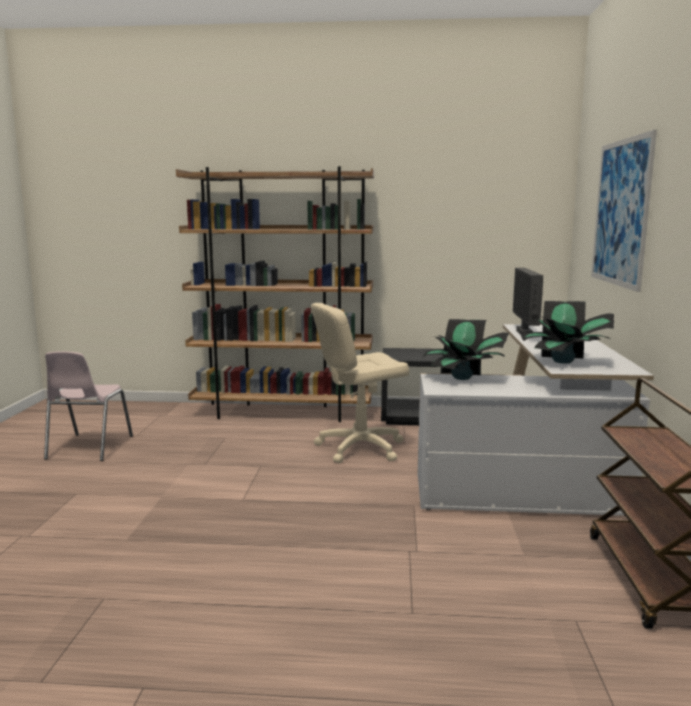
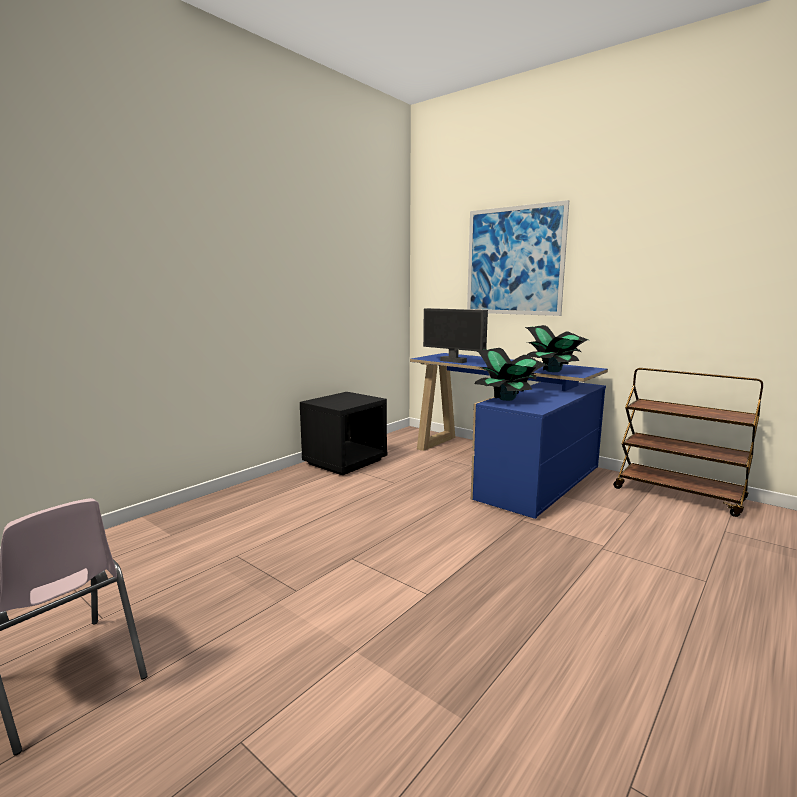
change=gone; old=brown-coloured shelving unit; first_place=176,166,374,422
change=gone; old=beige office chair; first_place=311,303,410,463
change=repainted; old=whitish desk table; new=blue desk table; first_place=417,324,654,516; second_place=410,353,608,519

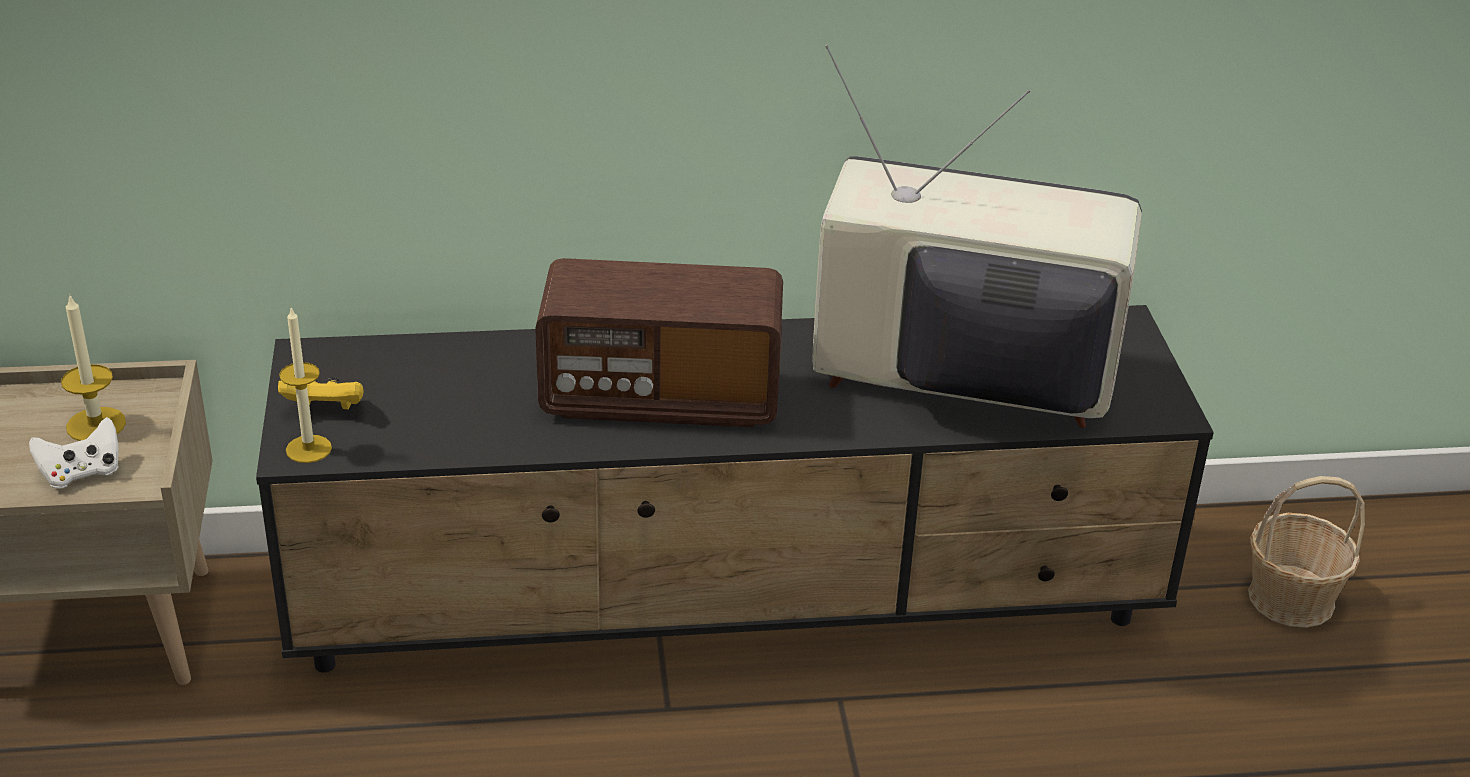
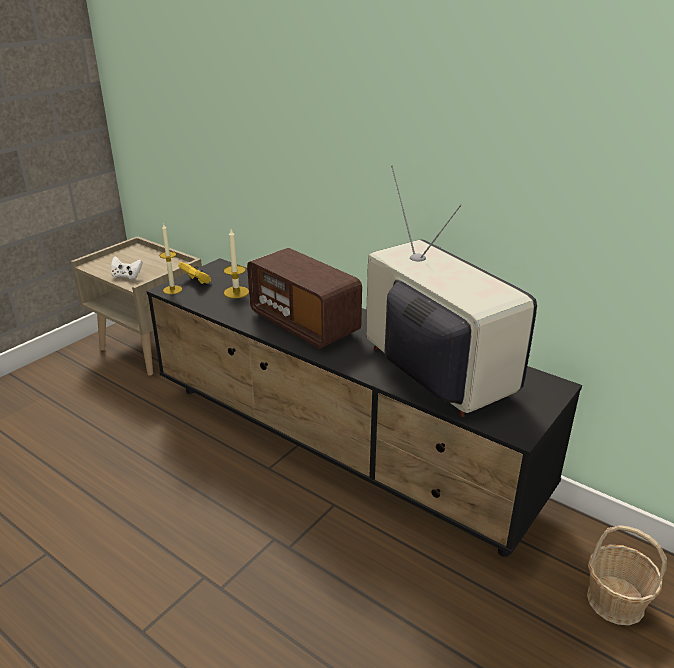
change=shifted; old=candle; first_place=61,293,126,441; second_place=224,229,249,298

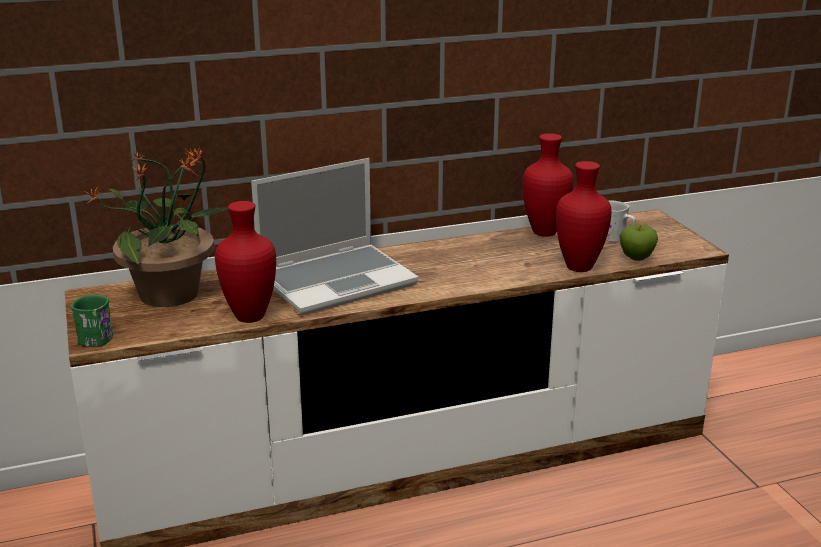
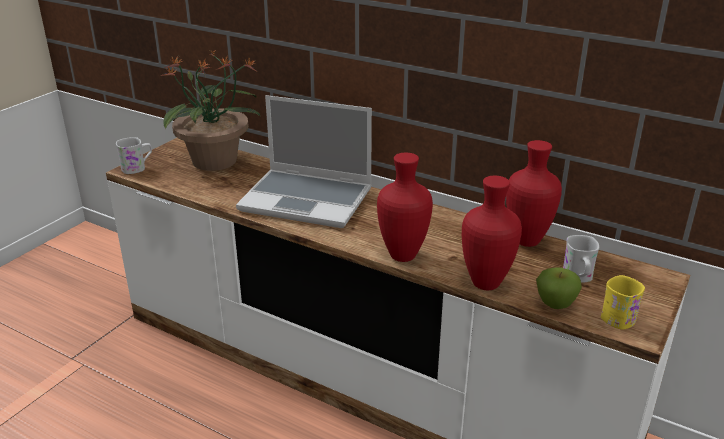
change=new; new=yellow-coloured mug; second_place=601,275,645,330
change=shifted; old=red decorative vase; first_place=215,201,276,323; second_place=377,153,433,262
change=repainted; old=greenish mug; new=whitish mug; first_place=71,295,113,347; second_place=116,137,152,174

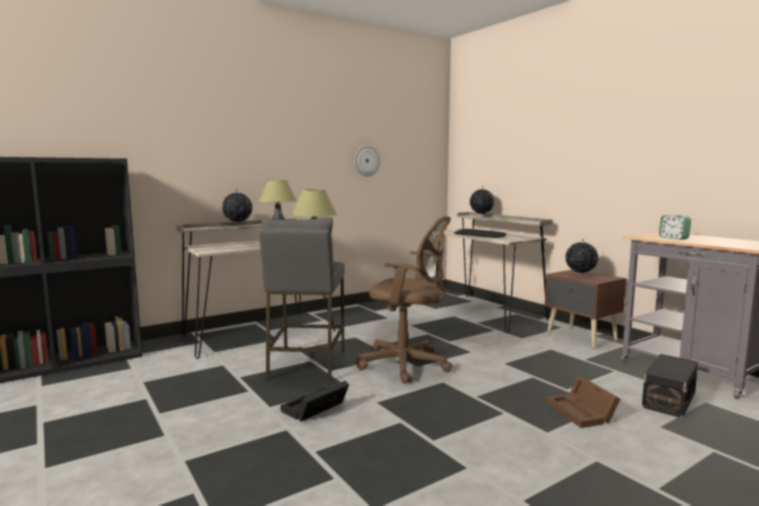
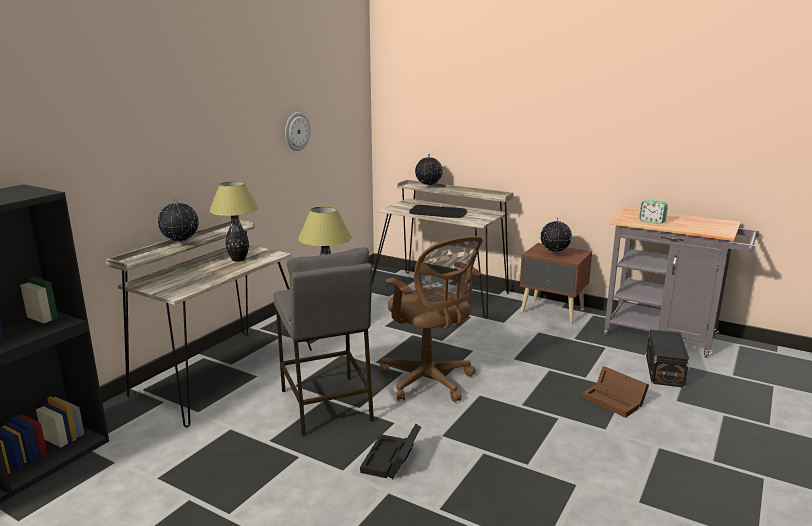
change=rotated; old=brown-coloured office chair; first_place=356,216,453,384; second_place=380,236,483,402; degrees=60

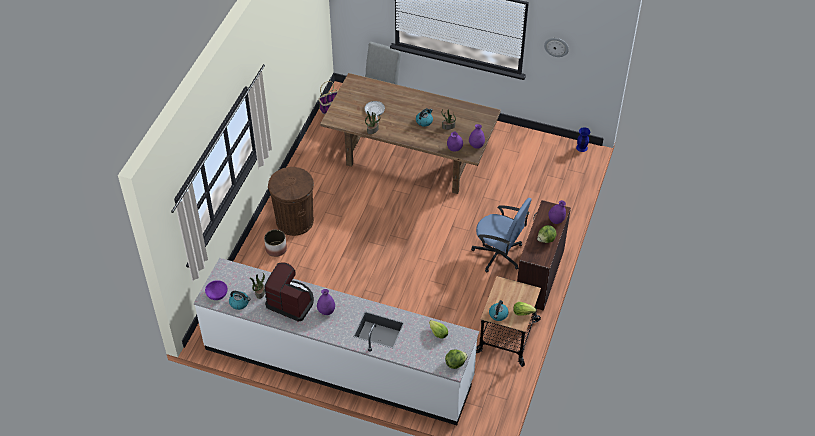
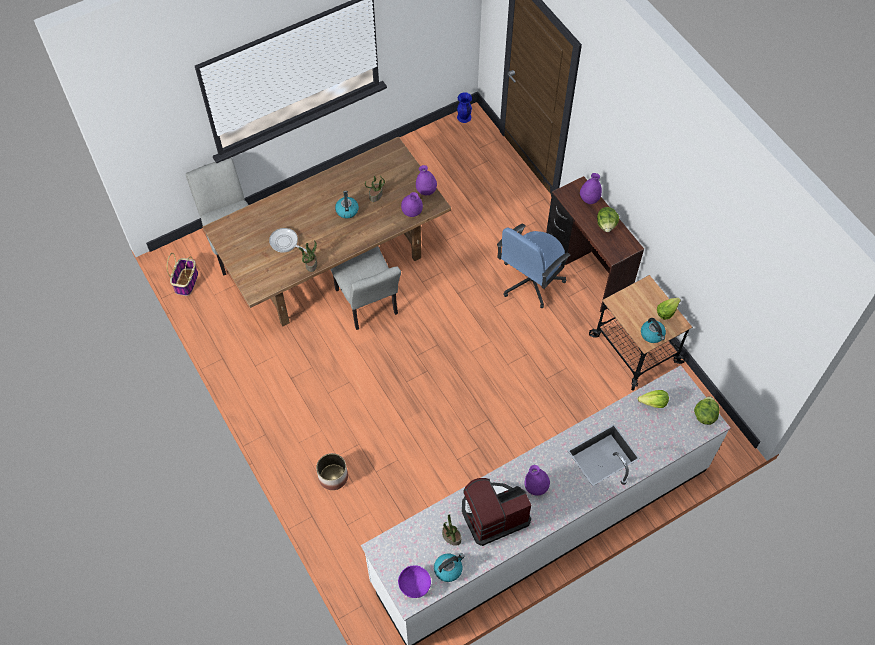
change=gone; old=brown-coloured rubbish bin; first_place=268,167,314,236
change=gone; old=clock on the wall; first_place=544,38,569,57
change=new; new=greyish plain chair; second_place=330,246,401,330
change=rotated; old=blue office chair; first_place=471,198,531,273; second_place=497,224,571,308; degrees=150

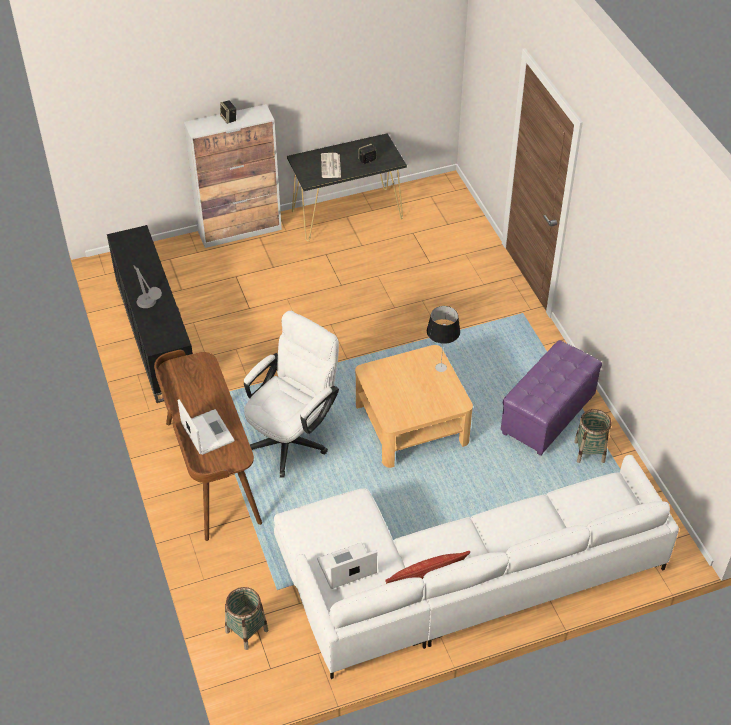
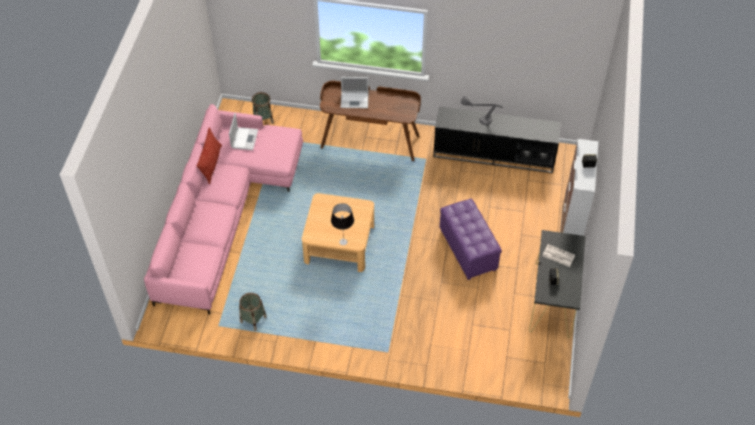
change=gone; old=whitish office chair; first_place=244,311,339,477
change=shifted; old=purplish ottoman; first_place=501,340,602,456; second_place=440,199,502,280
change=repainted; old=whitish settee; new=pink-coloured settee; first_place=274,455,679,679; second_place=144,104,303,314

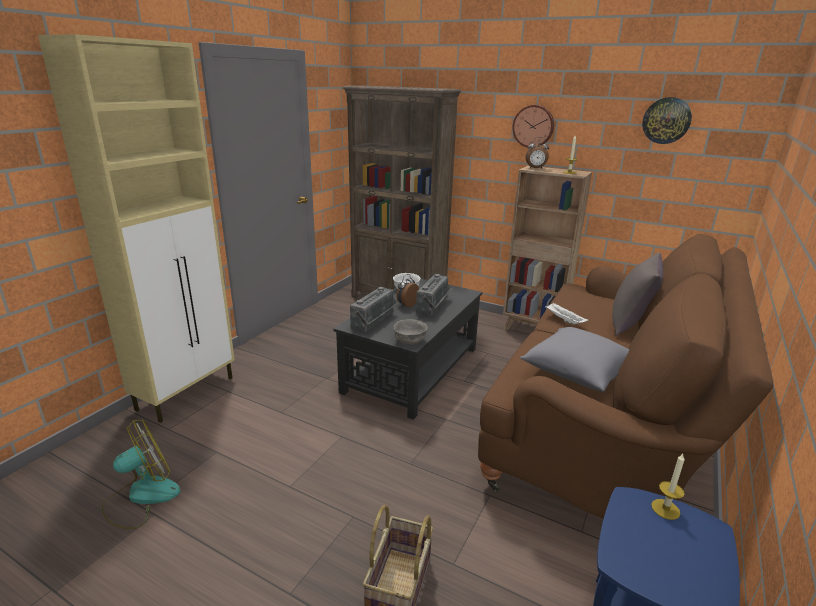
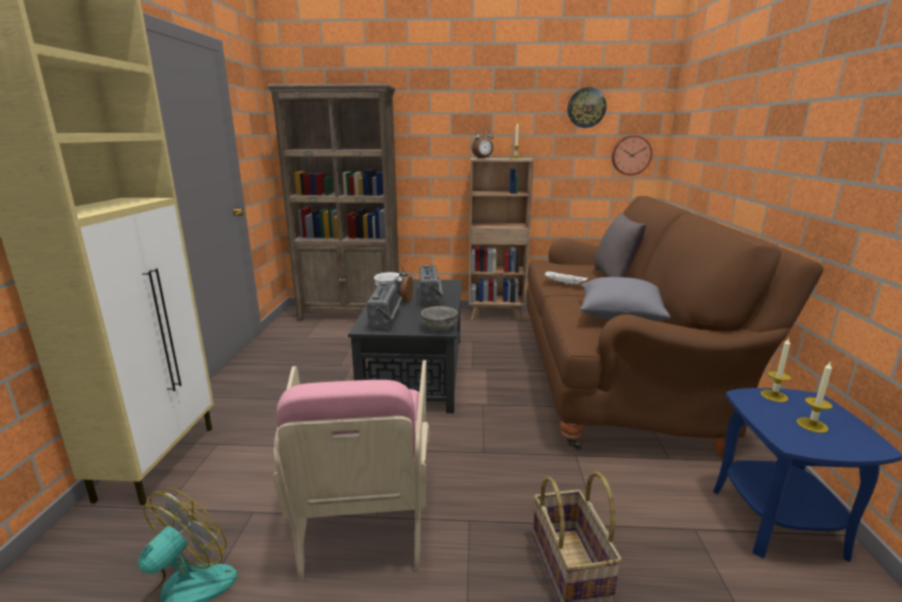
change=new; new=pink-coloured easy chair; second_place=273,360,430,581
change=new; new=candle; second_place=797,362,833,433
change=shifted; old=clock on the wall; first_place=512,105,554,148; second_place=612,135,652,175

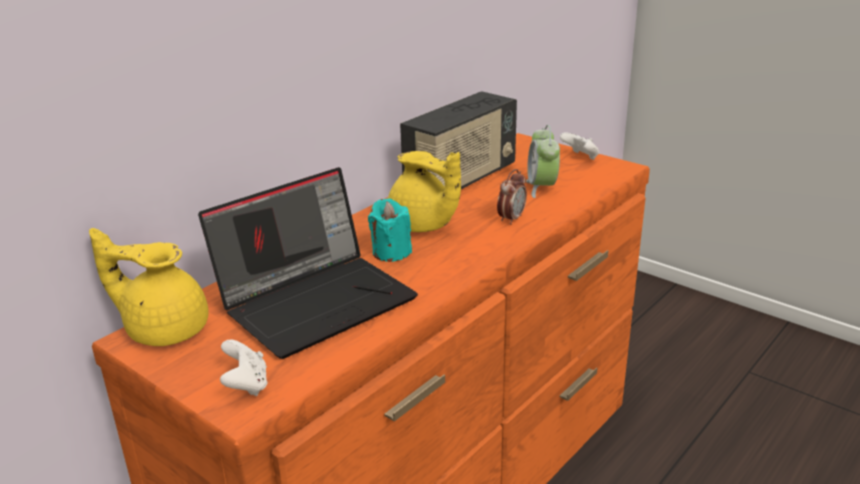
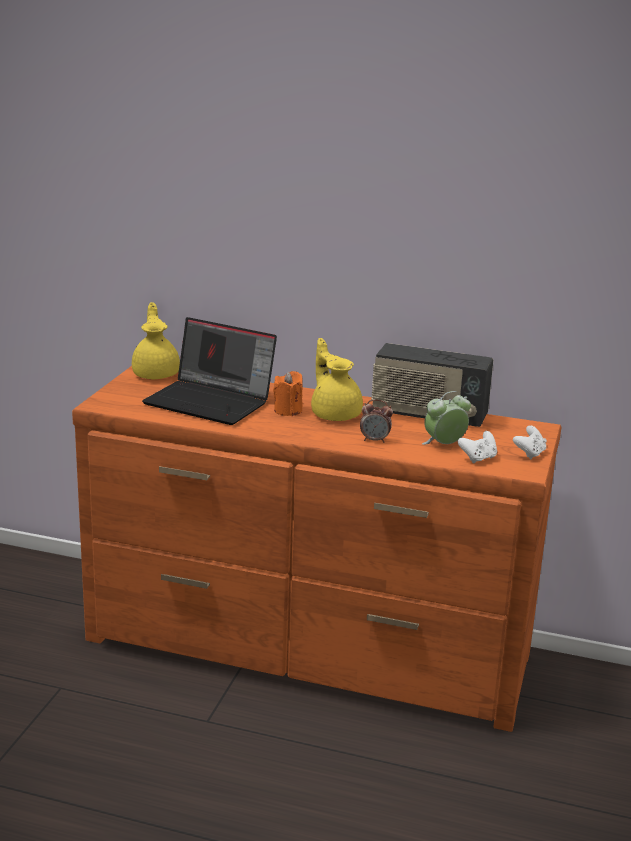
change=shifted; old=whitish gamepad; first_place=220,339,268,396; second_place=458,431,497,464
change=repainted; old=turquoise-coloured candle; new=orange-coloured candle; first_place=368,199,412,262; second_place=273,371,303,416
change=rotated; old=yellow-coloured pot for tea; first_place=388,151,461,232; second_place=311,338,363,421; degrees=135

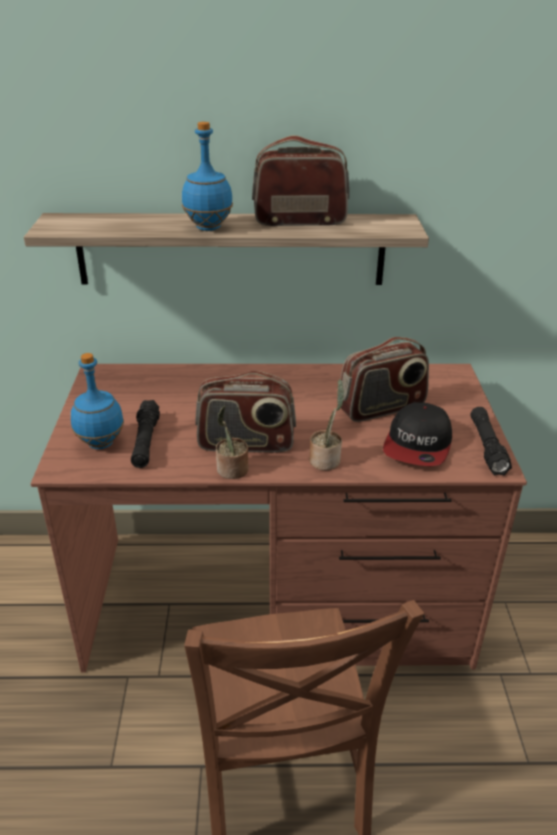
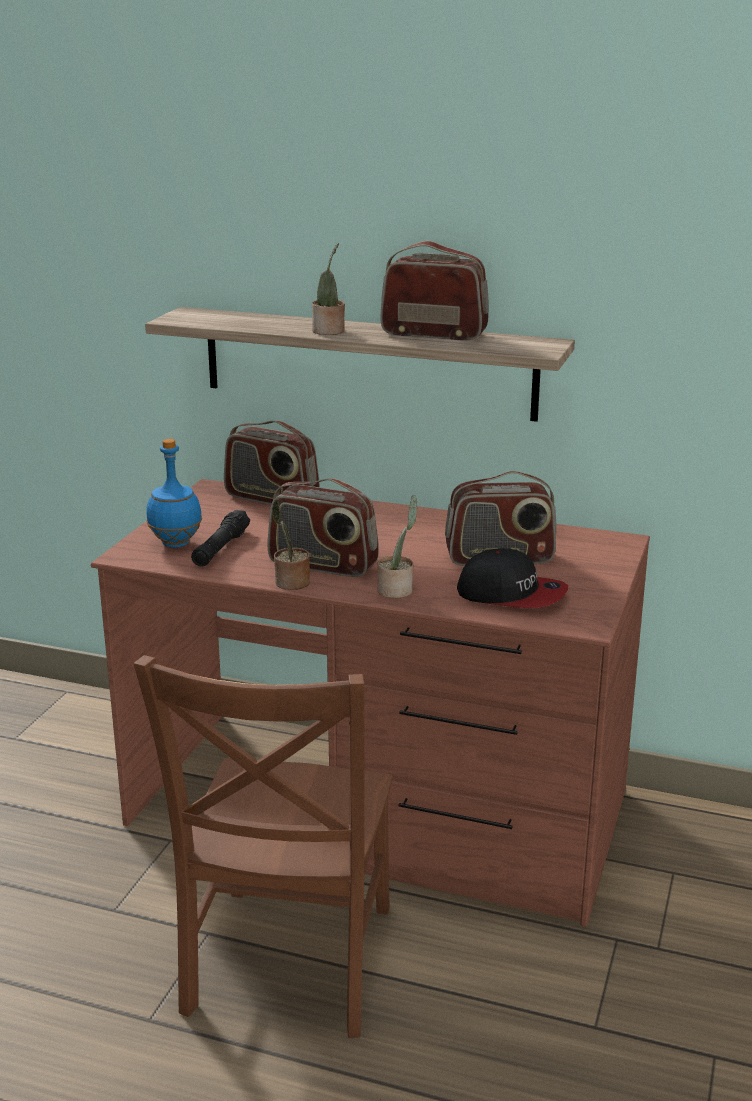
change=gone; old=black-coloured hand torch; first_place=471,407,512,475
change=new; new=radio; second_place=224,421,320,505
change=swapped; old=blue drink bottle; new=plant in a pot; first_place=182,122,233,231; second_place=312,243,345,335
change=rotated; old=baseball cap; first_place=383,402,452,466; second_place=457,548,568,608; degrees=-105

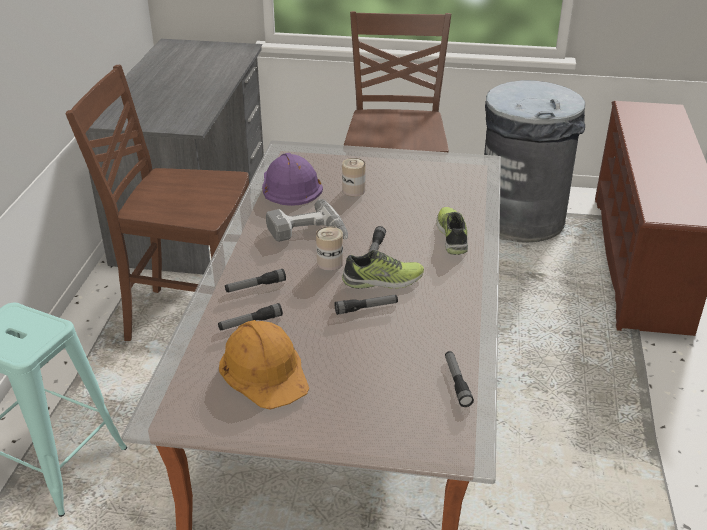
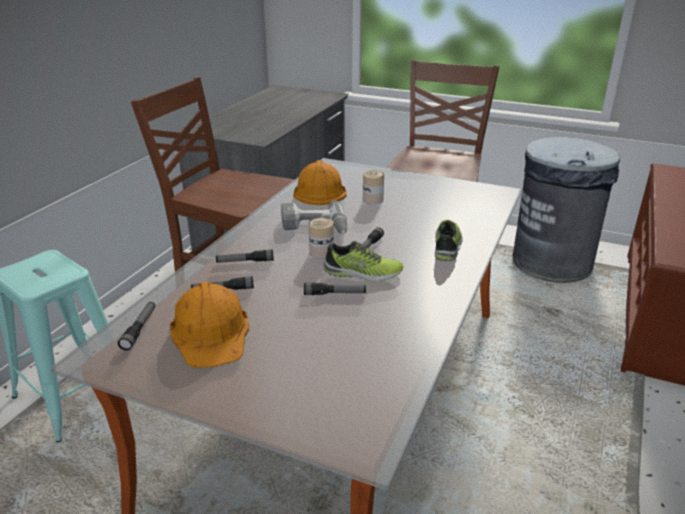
change=shifted; old=hand torch; first_place=445,351,474,407; second_place=118,302,156,351
change=repainted; old=purplish hard hat; new=orange-coloured hard hat; first_place=262,153,323,206; second_place=294,160,347,205

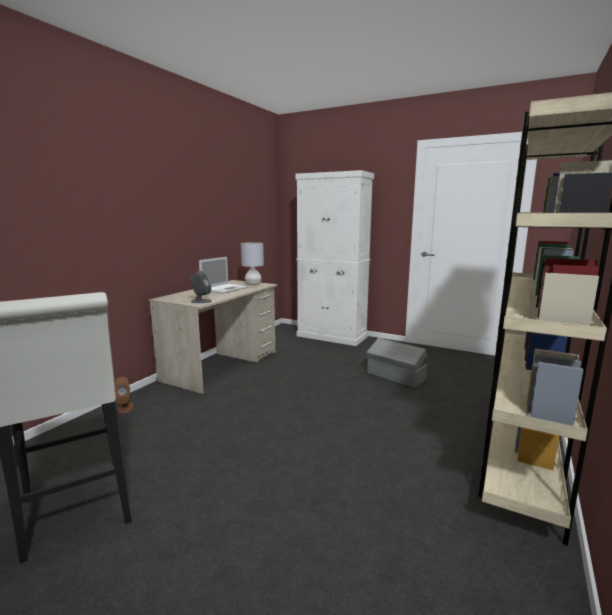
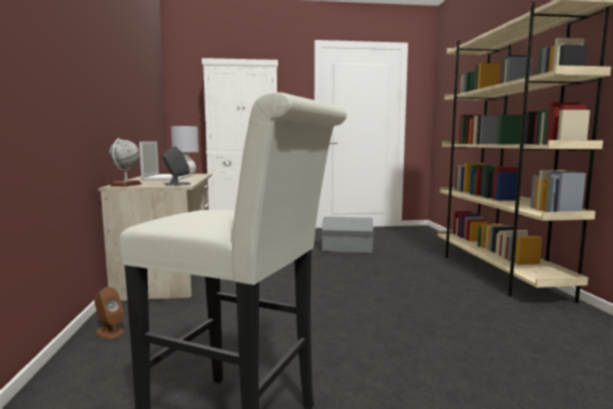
change=new; new=world globe; second_place=109,138,142,187

